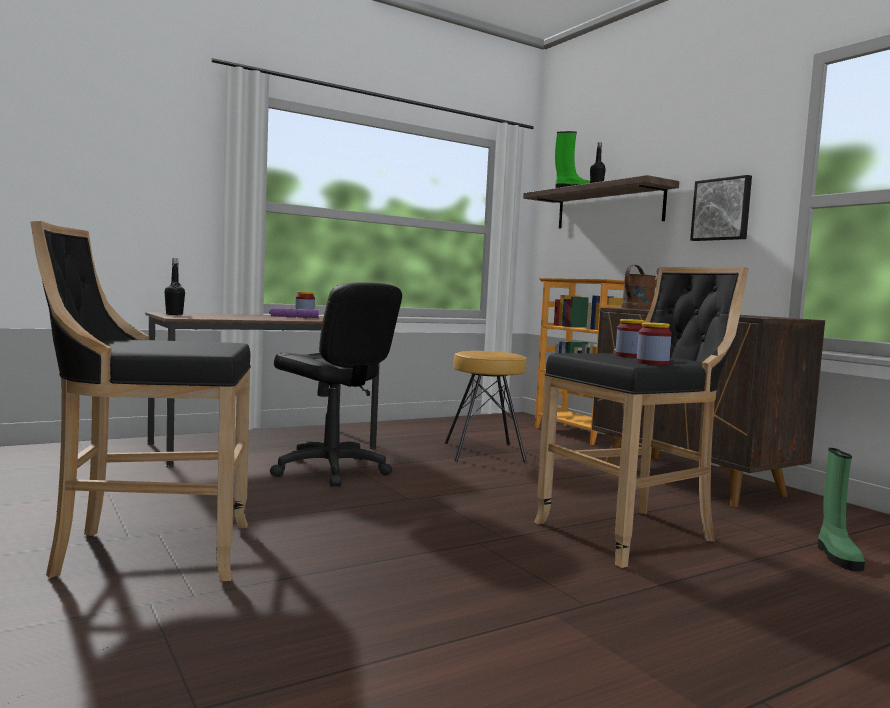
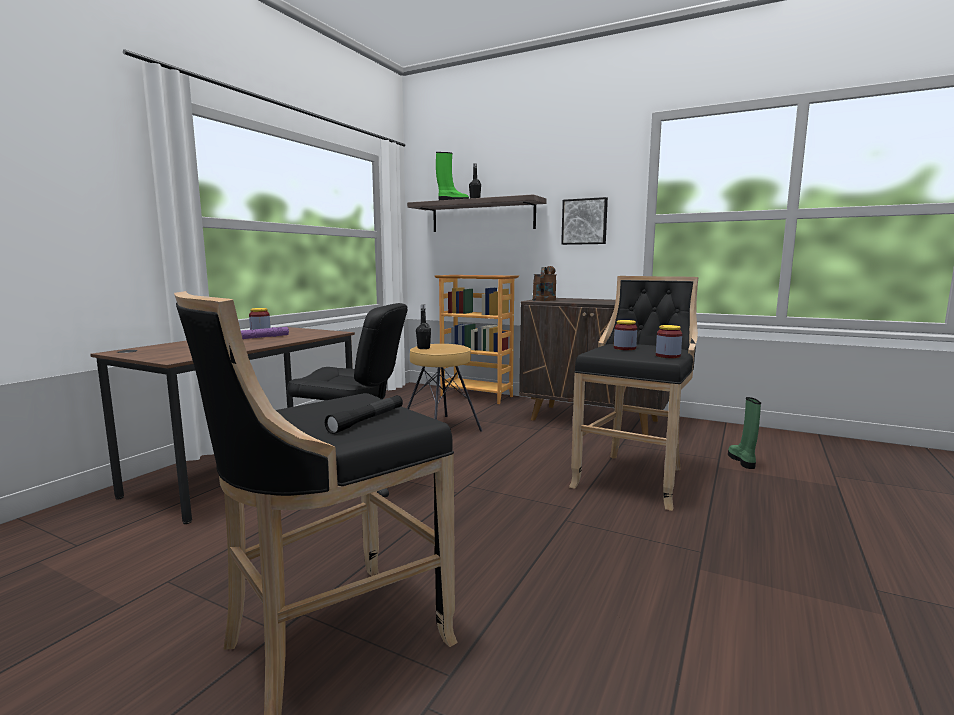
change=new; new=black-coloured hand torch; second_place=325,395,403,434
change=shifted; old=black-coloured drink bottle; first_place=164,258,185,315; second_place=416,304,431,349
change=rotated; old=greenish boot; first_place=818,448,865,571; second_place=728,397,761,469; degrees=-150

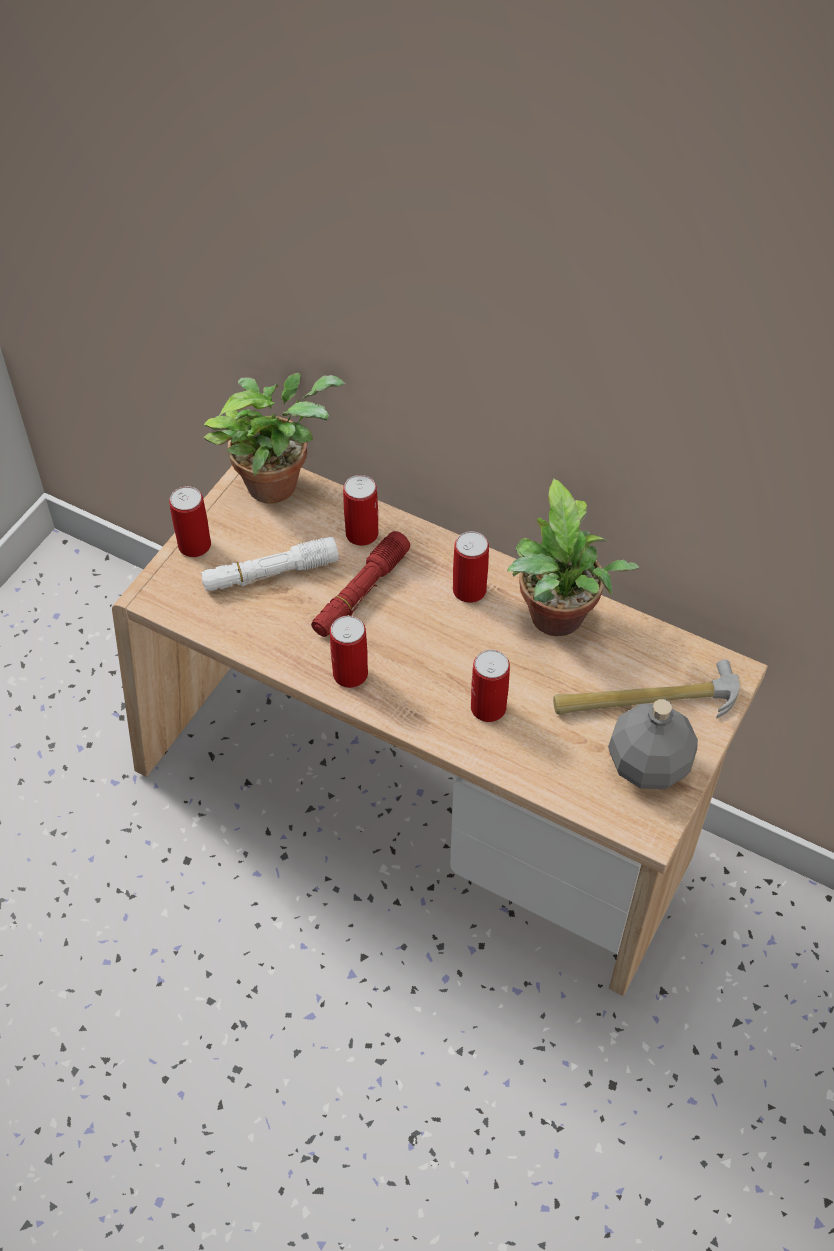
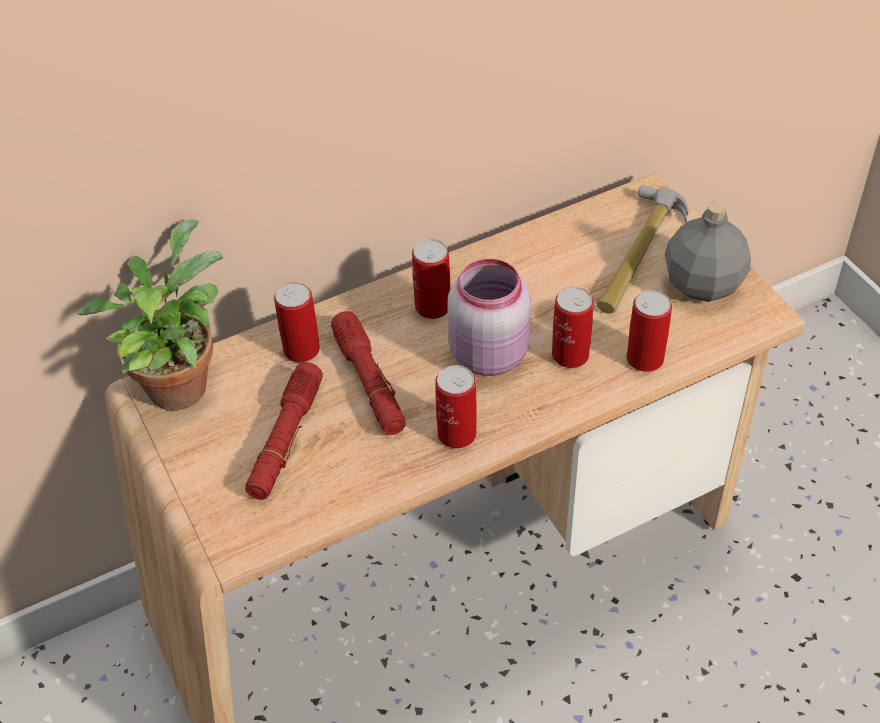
change=gone; old=plant in a pot; first_place=507,478,639,636
change=new; new=pink-coloured preserve jar; second_place=447,259,531,376
change=shifted; old=can; first_place=169,486,211,557; second_place=627,290,672,372
change=repainted; old=whitish hand torch; new=red hand torch; first_place=201,537,339,591; second_place=245,362,323,500

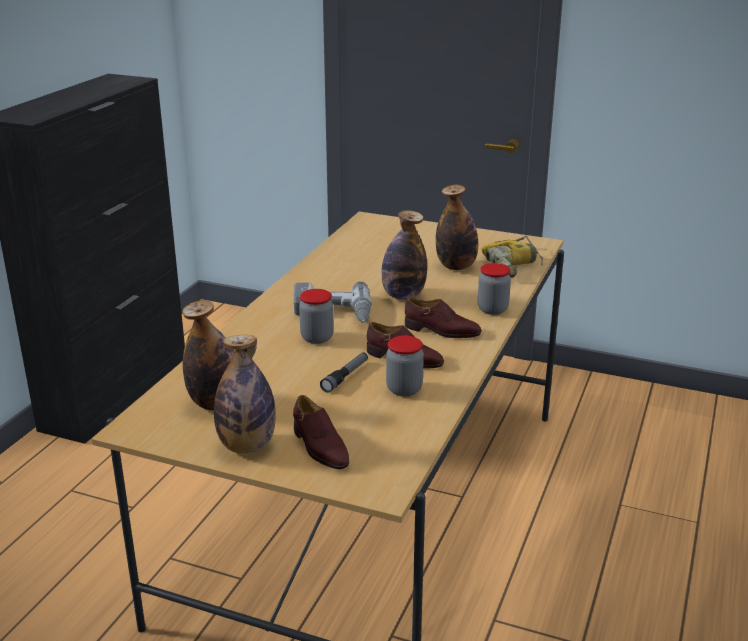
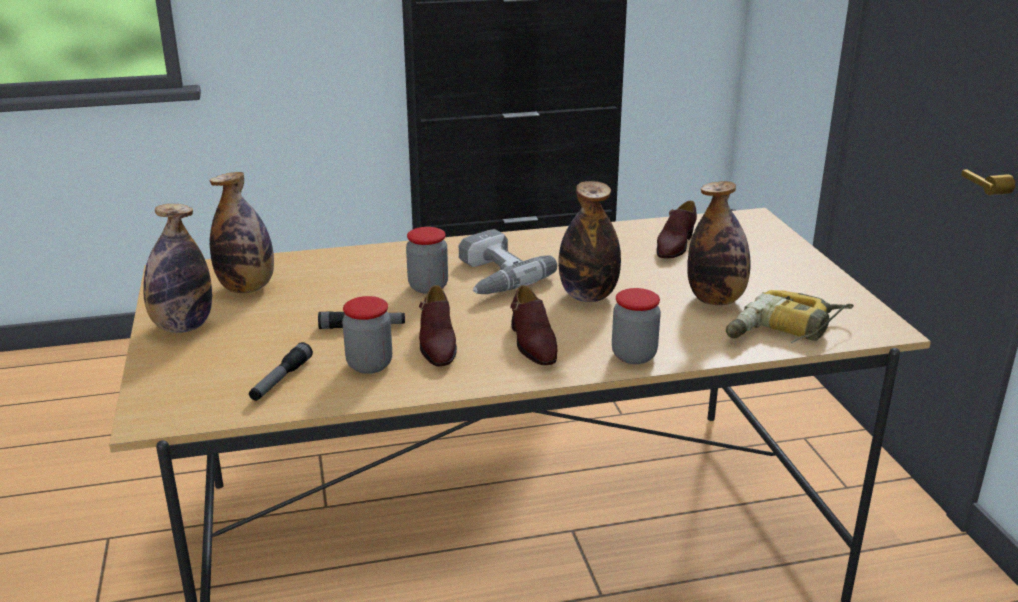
change=new; new=hand torch; second_place=249,342,313,401
change=shifted; old=brown-coloured low shoe; first_place=293,395,349,469; second_place=657,201,697,258

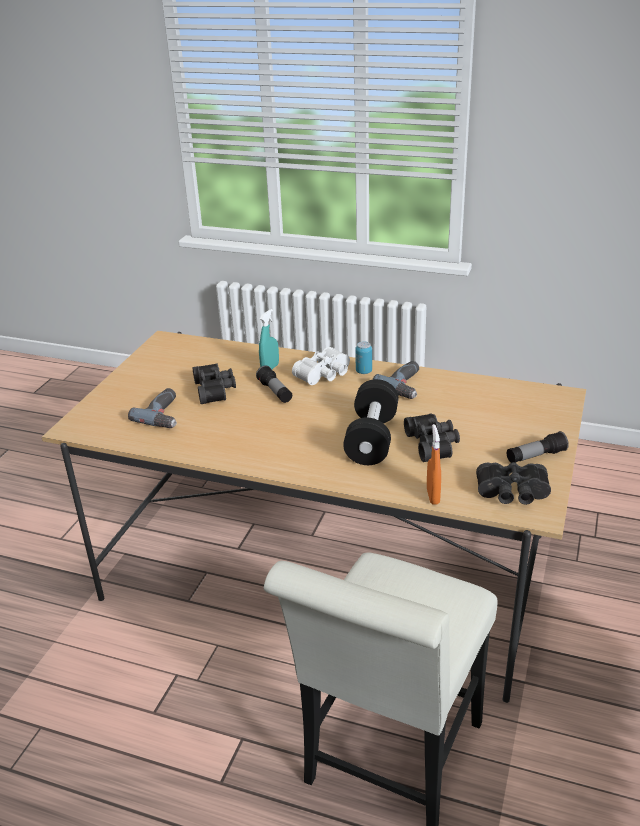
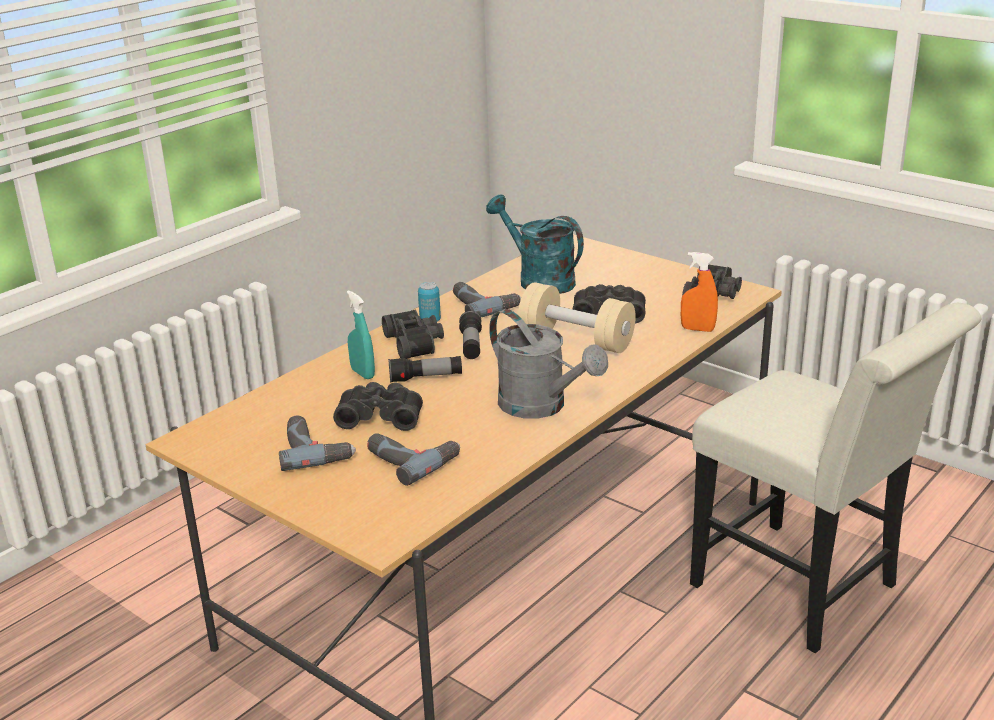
change=new; new=power drill; second_place=279,415,356,471
change=new; new=turquoise-coloured sprinkling can; second_place=486,195,584,294
change=new; new=greyish sprinkling can; second_place=489,309,608,419
change=shifted; old=hand torch; first_place=507,431,569,463; second_place=459,311,482,359
change=repainted; old=whitish binoculars; new=black-coloured binoculars; first_place=292,347,350,385; second_place=382,310,444,359
change=repainted; old=black-coloured free weight; new=beige free weight; first_place=343,379,398,465; second_place=518,282,636,353

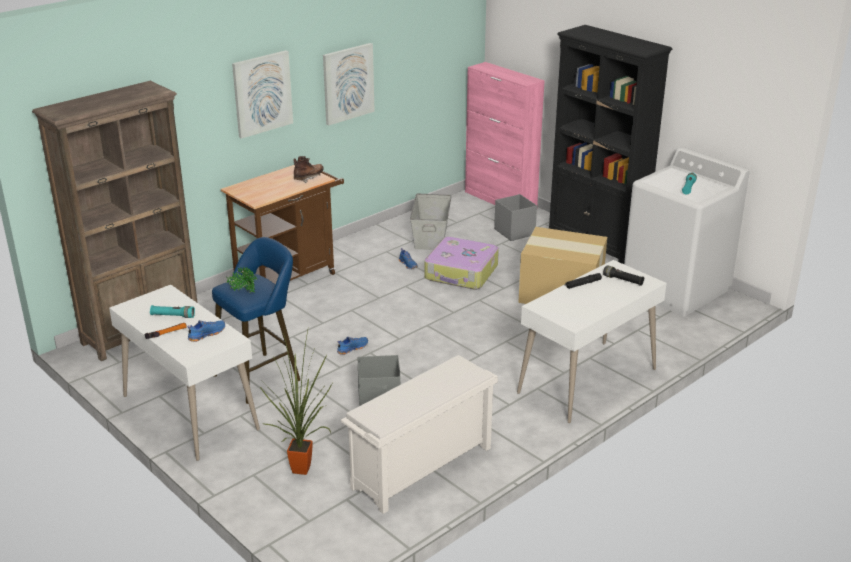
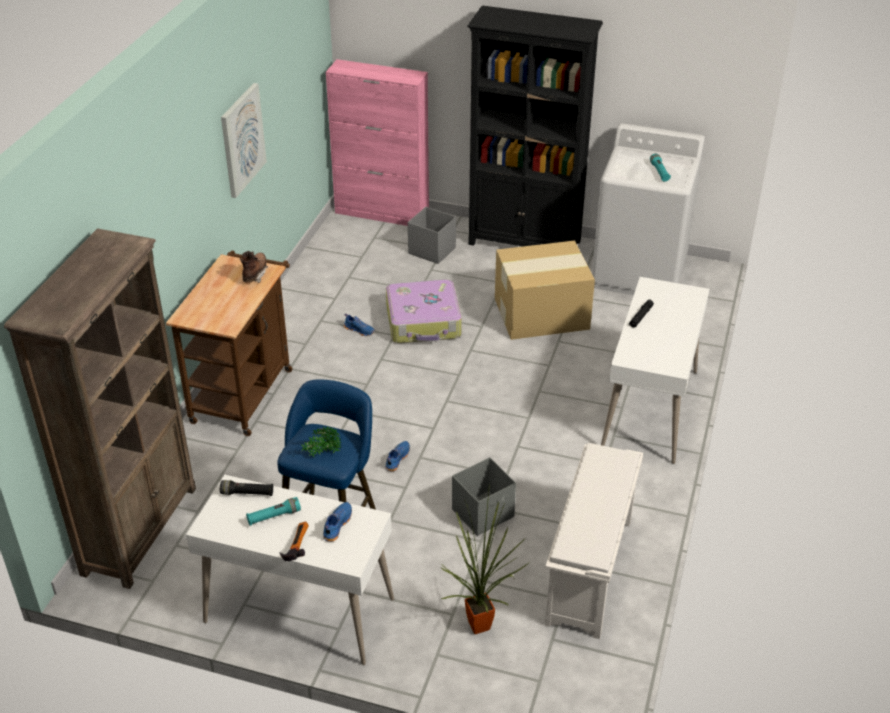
change=gone; old=picture; first_place=232,50,293,139
change=gone; old=greyish storage container; first_place=410,194,452,250
change=shifted; old=black-coloured hand torch; first_place=603,265,644,286; second_place=220,480,274,496

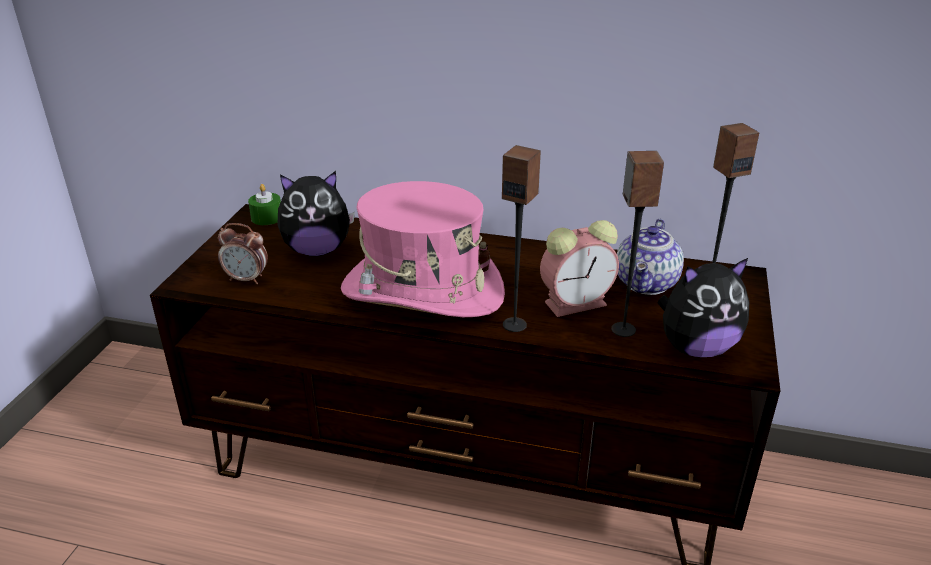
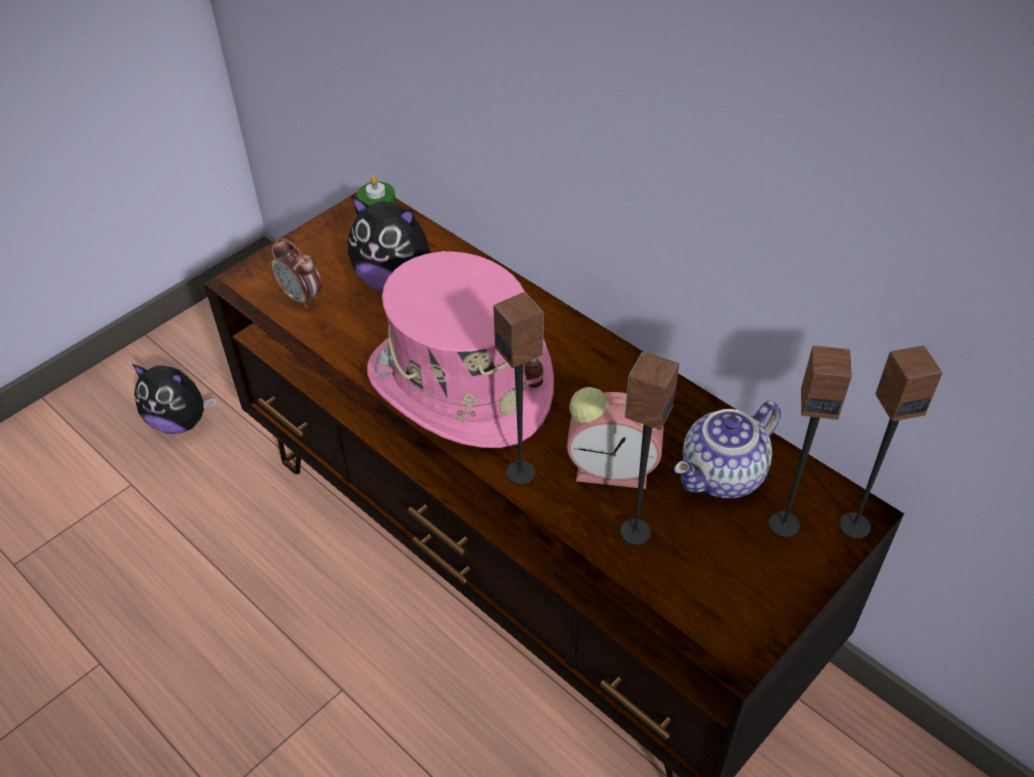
change=new; new=audio speaker; second_place=839,345,942,538
change=shifted; old=soft toy; first_place=657,257,749,357; second_place=132,364,216,434

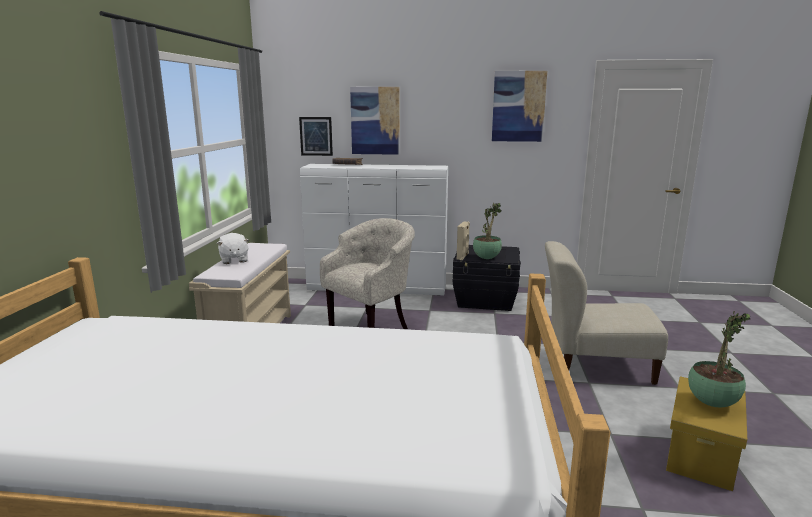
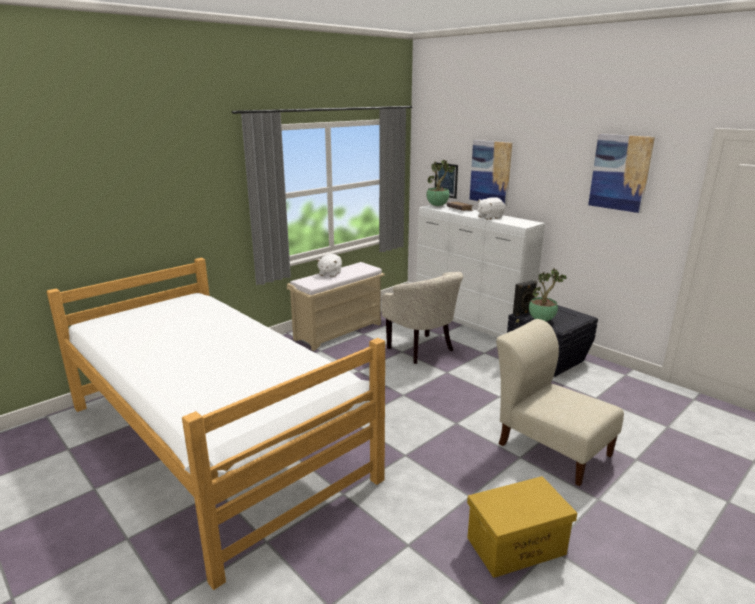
change=new; new=whitish soft toy; second_place=477,197,505,220
change=shifted; old=plant in a pot; first_place=688,311,750,408; second_place=427,160,455,206
change=repainted; old=beige audio speaker; new=black-coloured audio speaker; first_place=457,221,470,260; second_place=513,280,537,316
change=rotated; old=beige easy chair; first_place=320,218,415,329; second_place=381,272,463,364; degrees=60

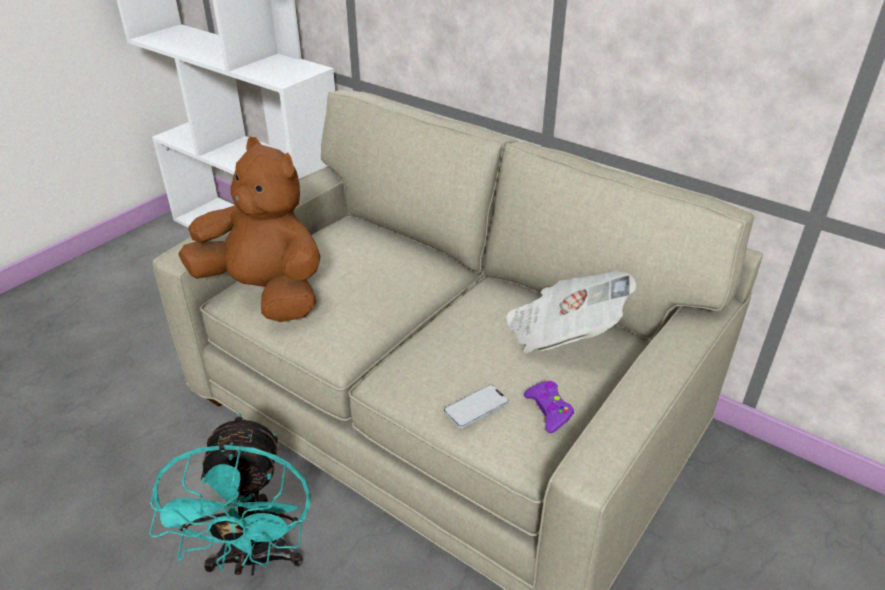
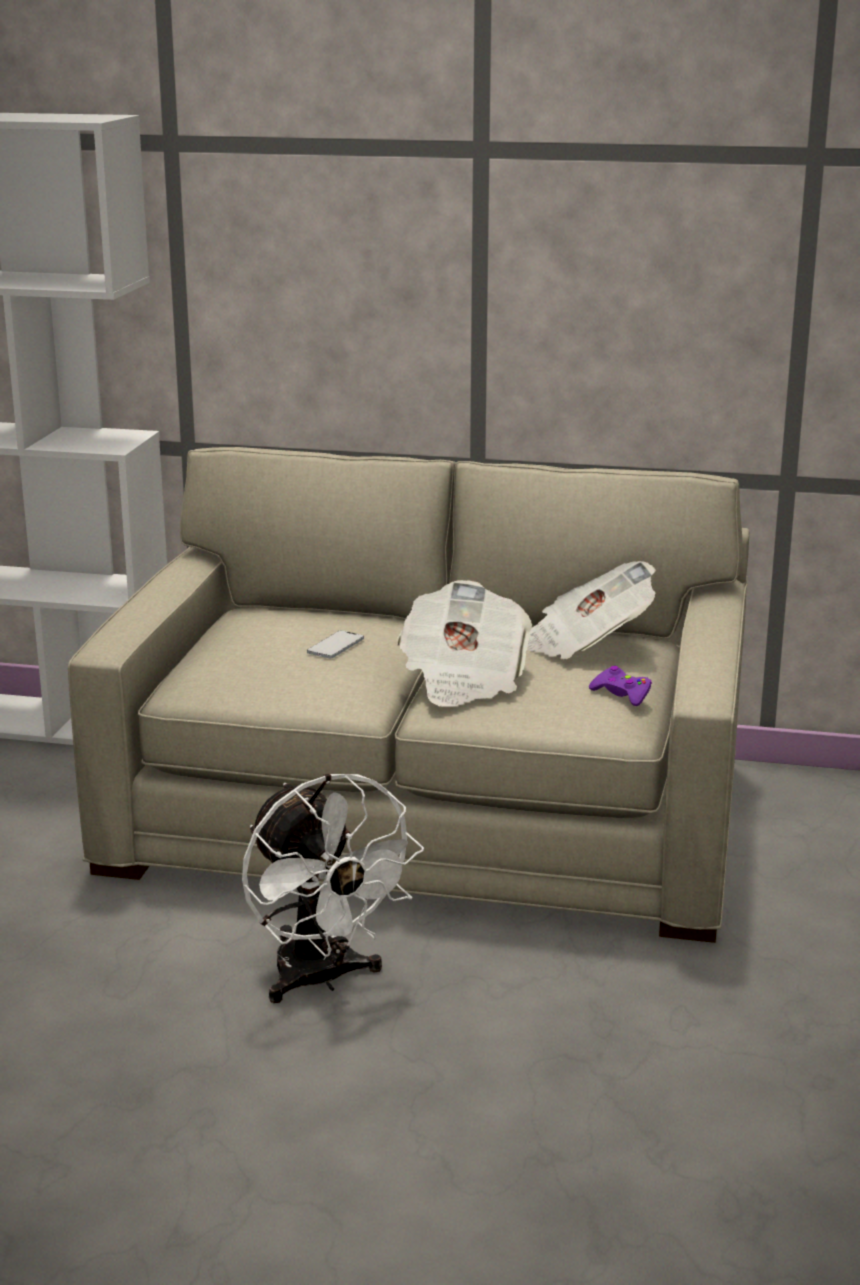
change=gone; old=brown-coloured soft toy; first_place=178,137,321,322
change=new; new=newspaper; second_place=397,580,532,707
change=shifted; old=telephone; first_place=444,385,509,429; second_place=307,630,364,658
change=repainted; old=turquoise-coloured electric fan; new=whitish electric fan; first_place=149,414,311,576; second_place=242,773,424,1003

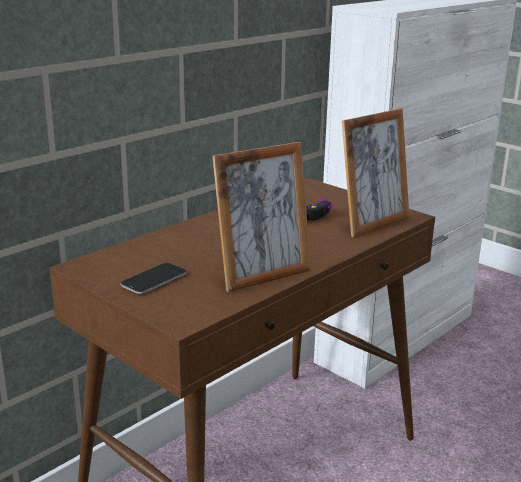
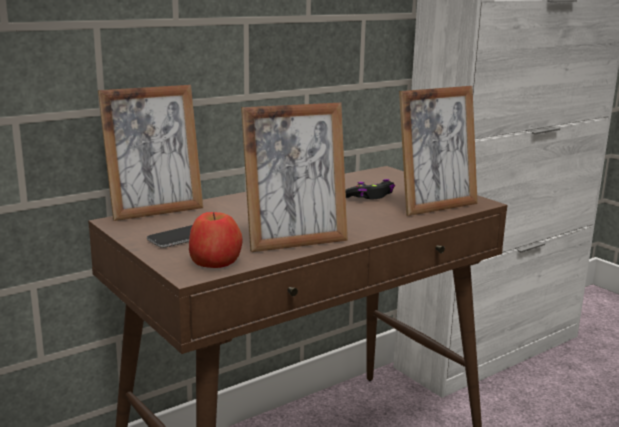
change=new; new=standing frame; second_place=98,85,203,221
change=new; new=apple; second_place=189,212,243,268

